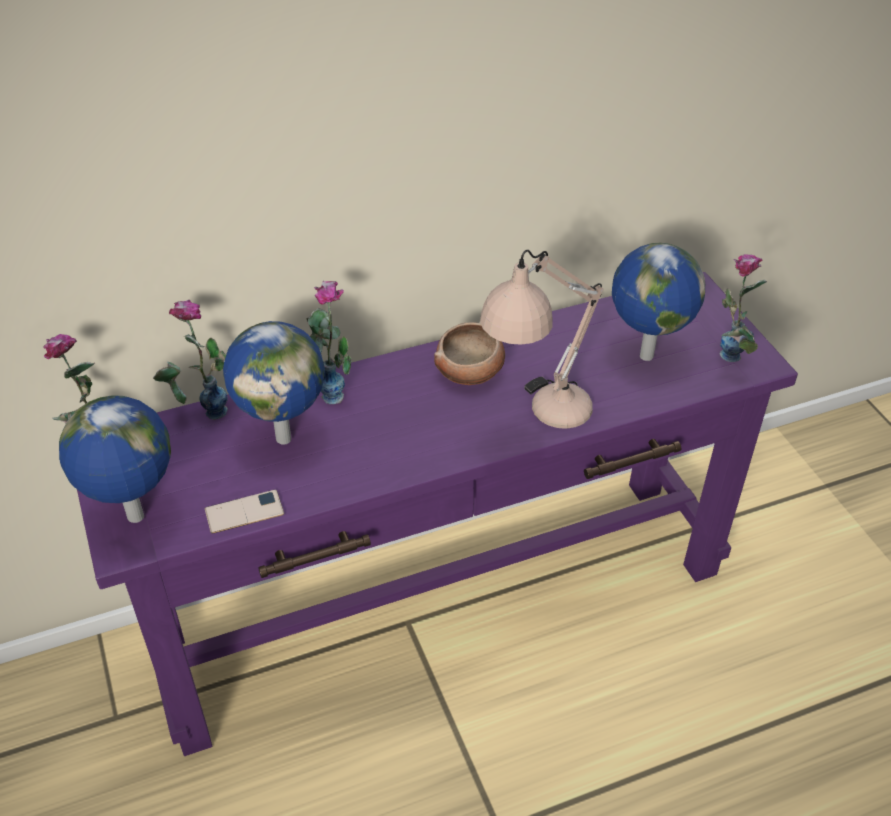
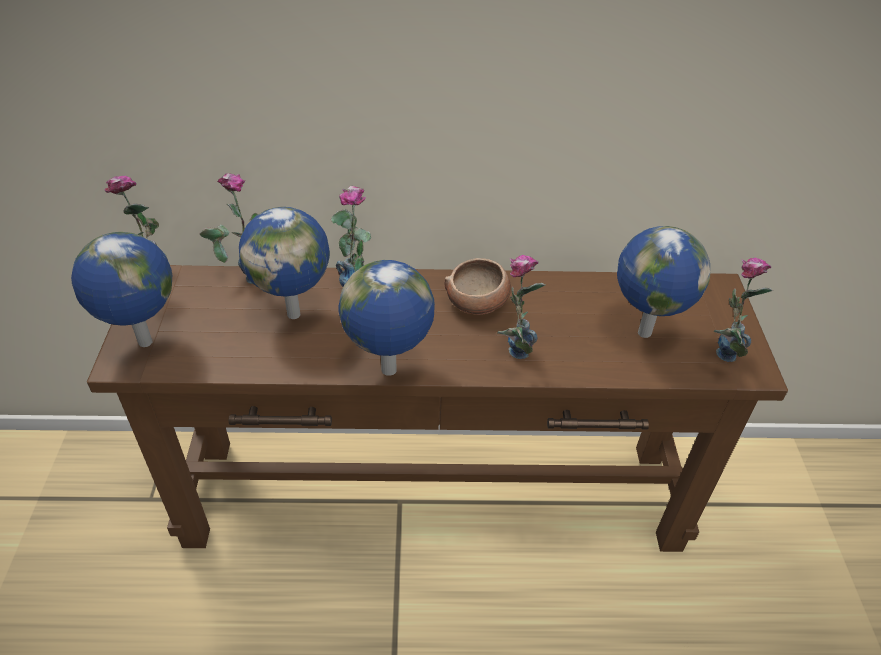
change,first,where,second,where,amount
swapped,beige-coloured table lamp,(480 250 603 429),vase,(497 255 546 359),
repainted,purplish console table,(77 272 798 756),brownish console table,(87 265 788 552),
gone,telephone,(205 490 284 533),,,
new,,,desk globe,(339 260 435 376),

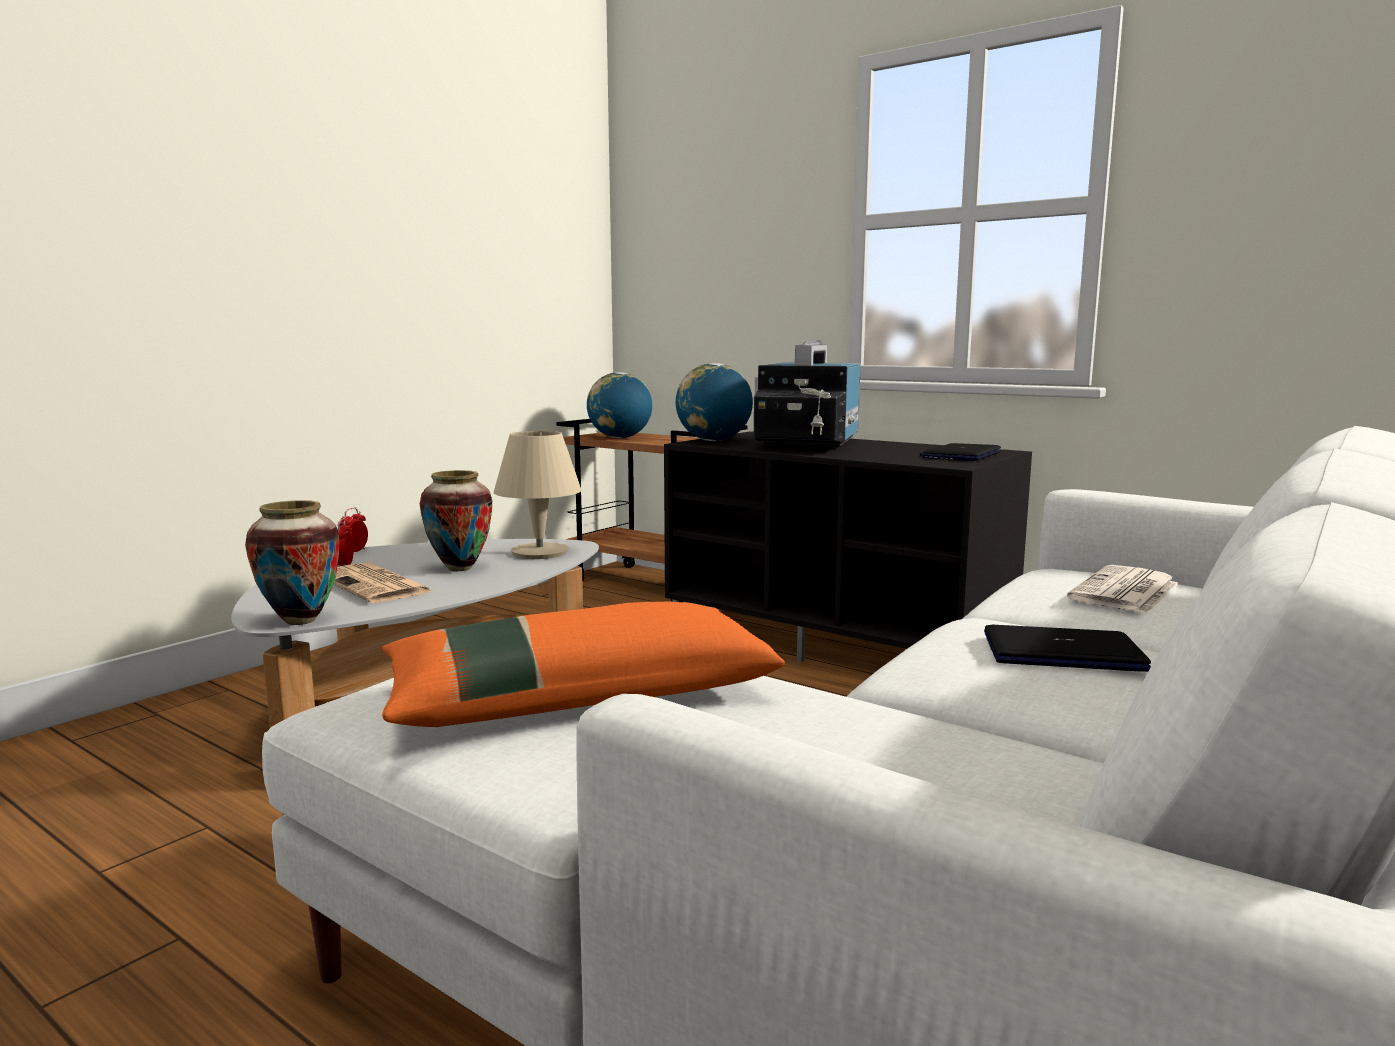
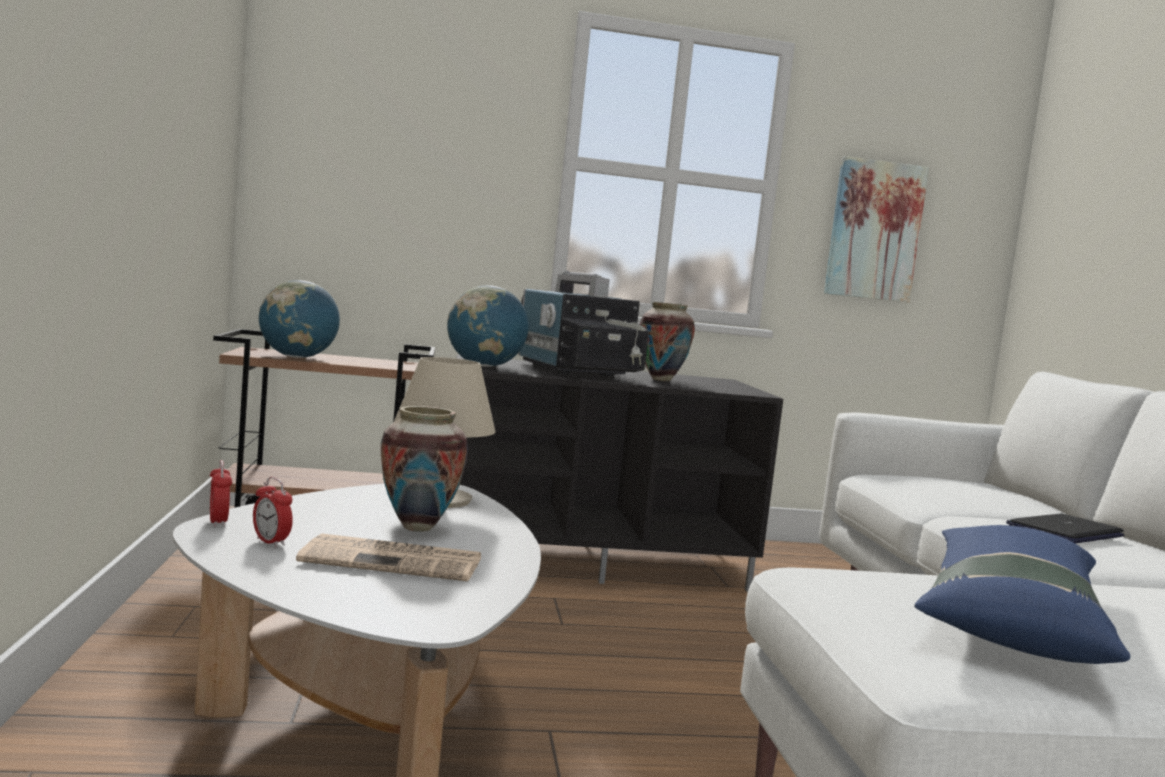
change,first,where,second,where,amount
gone,portable computer,(920 443 1002 461),,,
shifted,vase,(245 500 339 625),,(640 302 695 381),
gone,printed paper,(1067 565 1178 614),,,
repainted,orange pillow,(382 602 785 727),bluish pillow,(914 525 1130 664),
new,,,picture,(824 156 929 303),

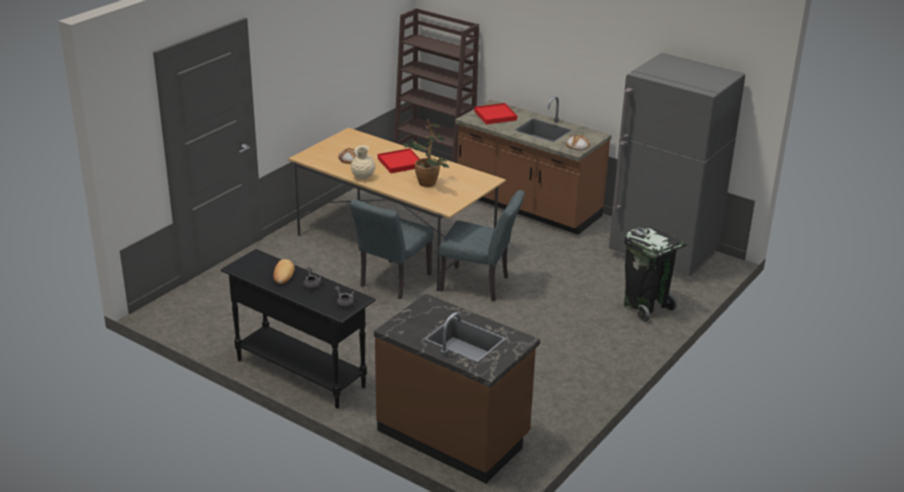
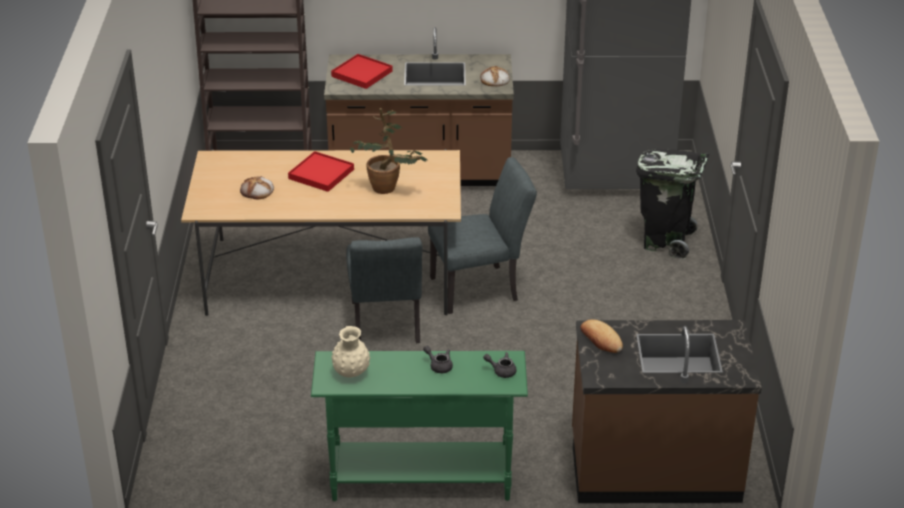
change,first,where,second,where,amount
shifted,beige-coloured vase,(351 145 376 179),,(332 326 370 378),
repainted,blackish console table,(221 249 376 408),green console table,(311 351 528 501),
shifted,bread,(273 259 295 284),,(581 319 623 353),

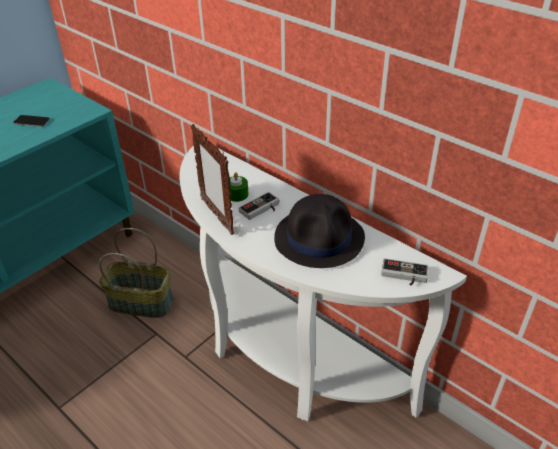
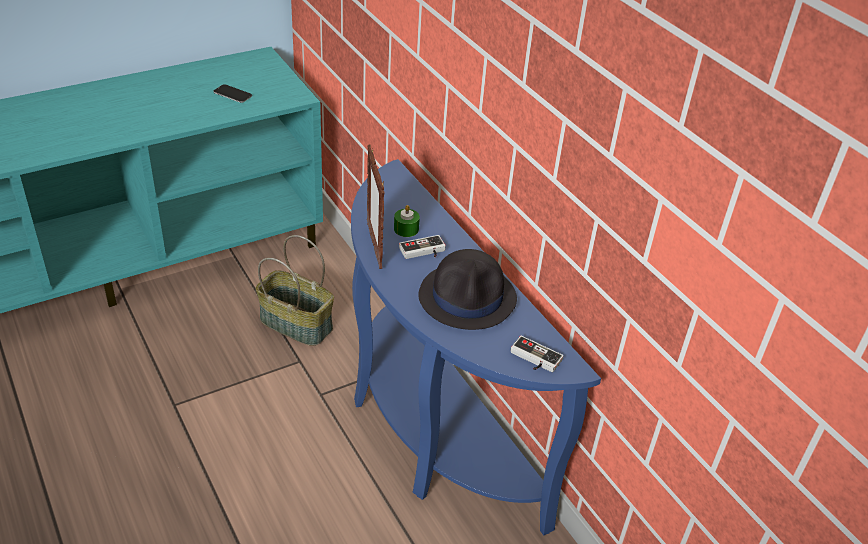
change,first,where,second,where,amount
repainted,whitish console table,(179 146 467 421),bluish console table,(351 159 601 535),

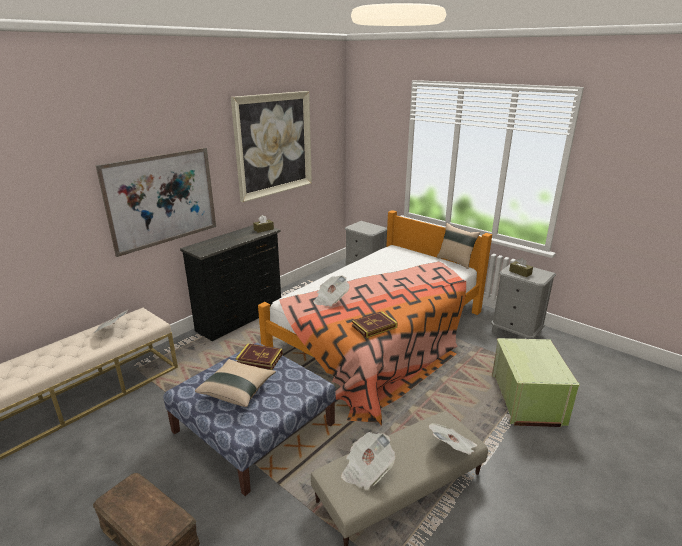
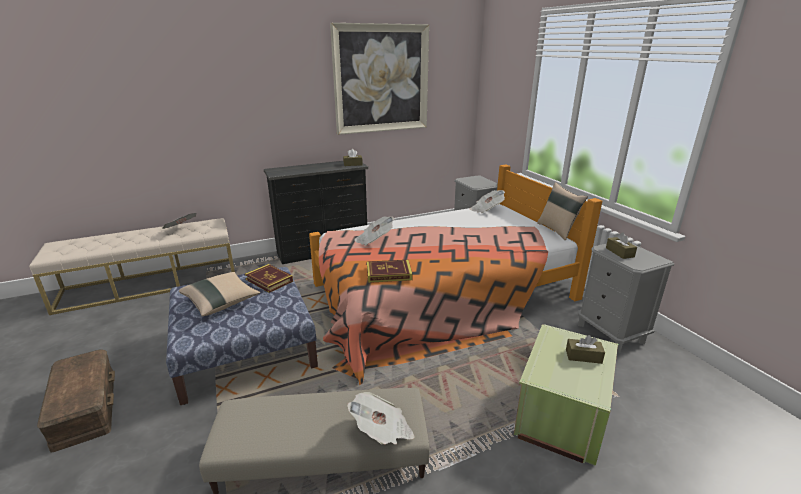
change,first,where,second,where,amount
gone,picture,(95 148 216 257),,,
shifted,printed paper,(341 432 395 490),,(470 190 505 213),
new,,,brownish tissue holder,(566 335 605 364),

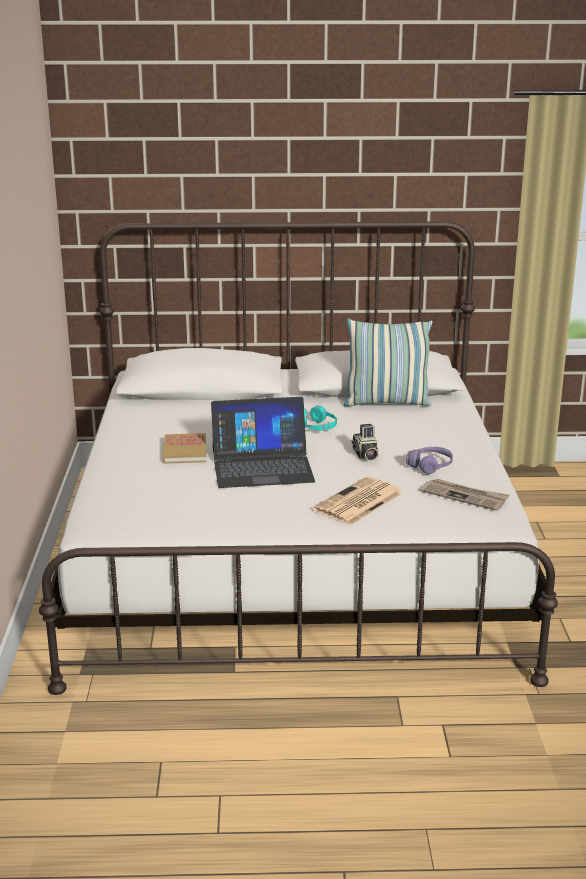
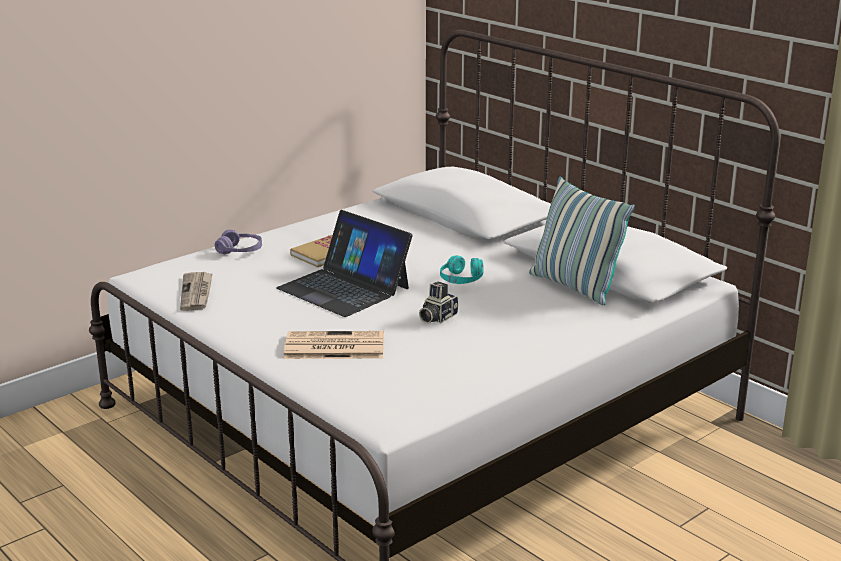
change,first,where,second,where,amount
shifted,purplish headset,(406 447 453 474),,(215 229 262 254),
shifted,printed paper,(421 478 510 511),,(180 272 213 311),

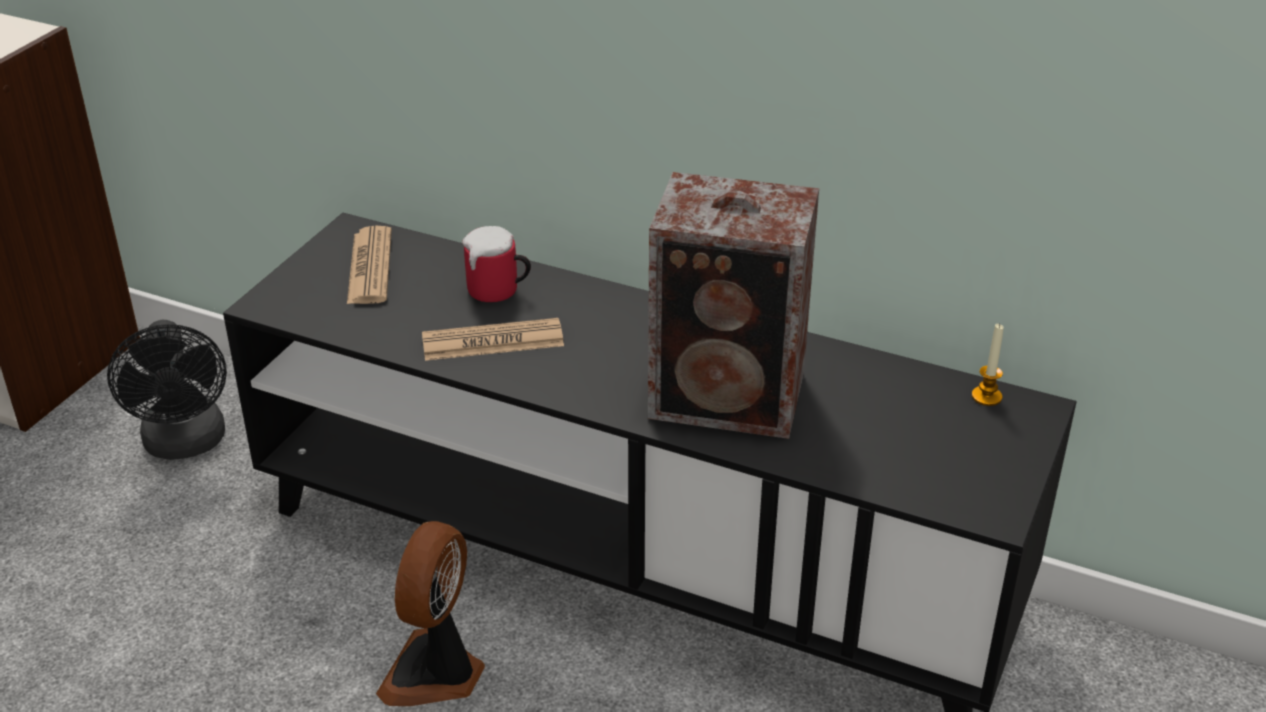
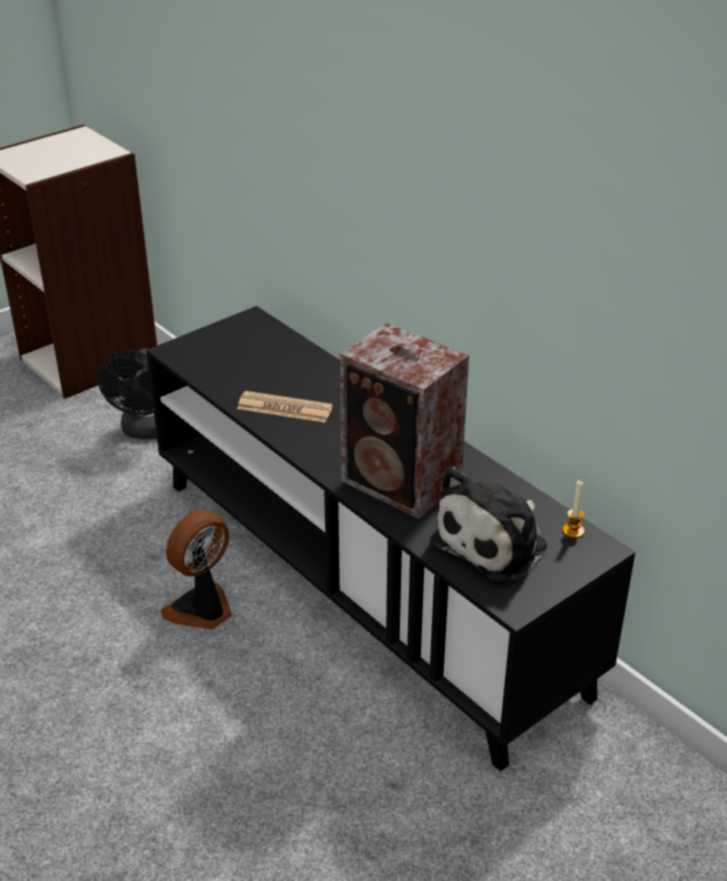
change,first,where,second,where,amount
gone,printed paper,(347 226 392 304),,,
gone,tea mug,(462 226 531 302),,,
new,,,cuddly toy,(430 467 547 581),

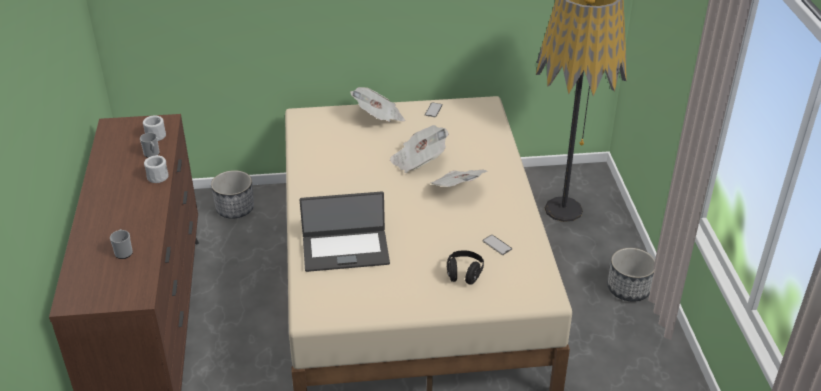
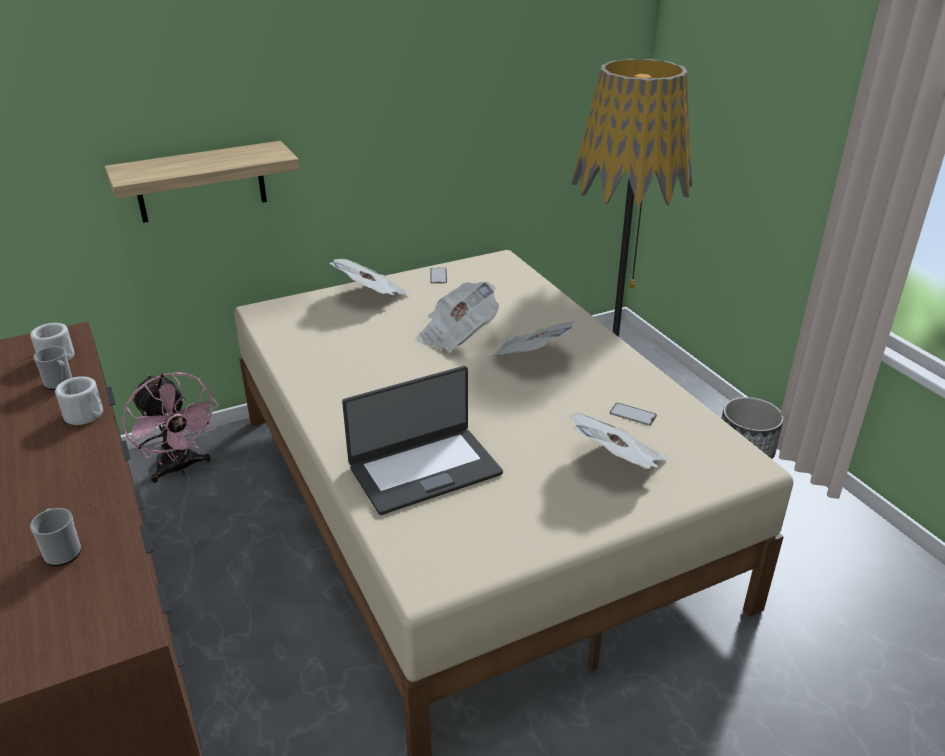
change,first,where,second,where,amount
swapped,plant pot,(211 170 254 219),pink-coloured electric fan,(122 372 219 483),
swapped,blackish headset,(447 250 484 285),printed paper,(569 413 668 469),
new,,,wall shelf,(104 141 300 223),

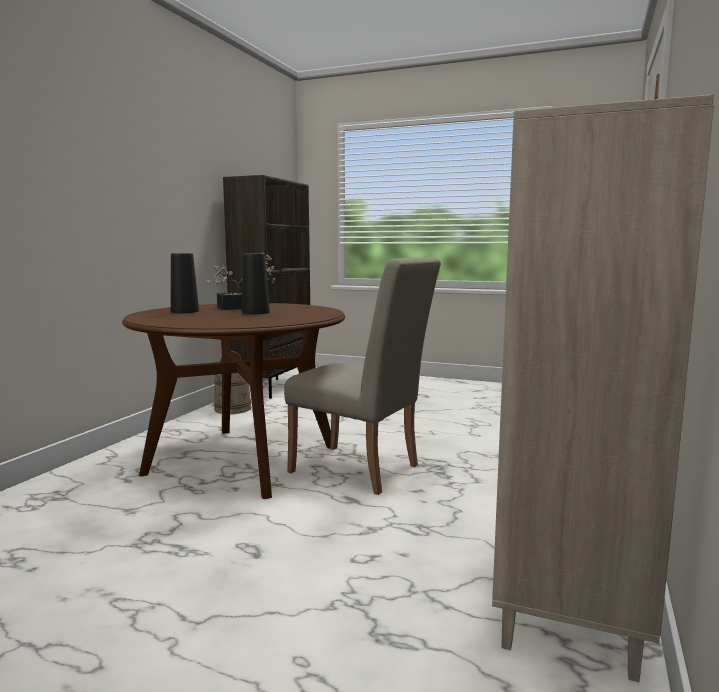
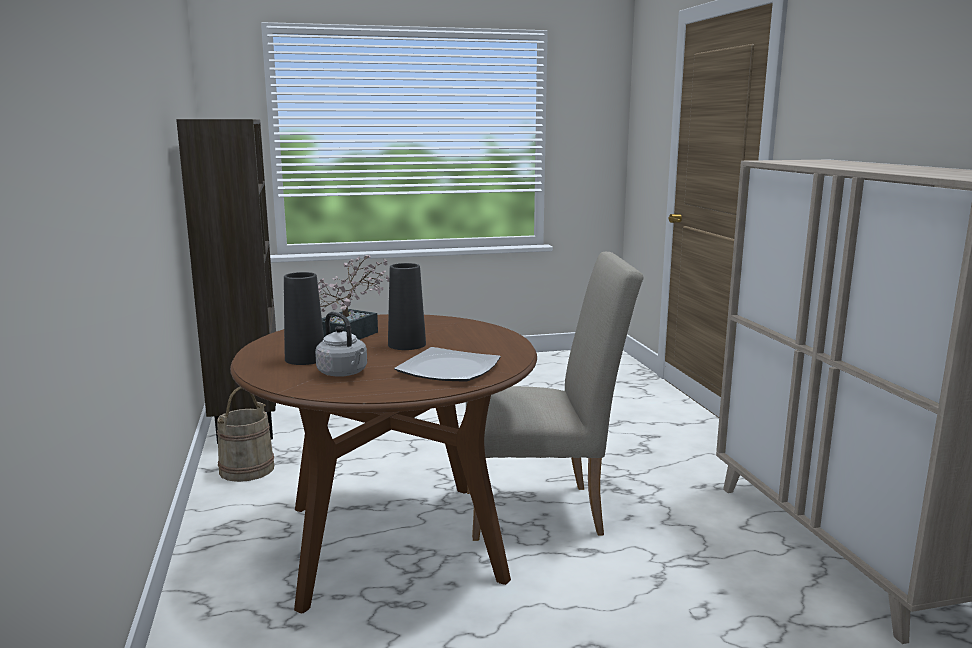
change,first,where,second,where,amount
new,,,gray water kettle,(315 312 367 377),
new,,,dinner plate,(394 347 501 382),

